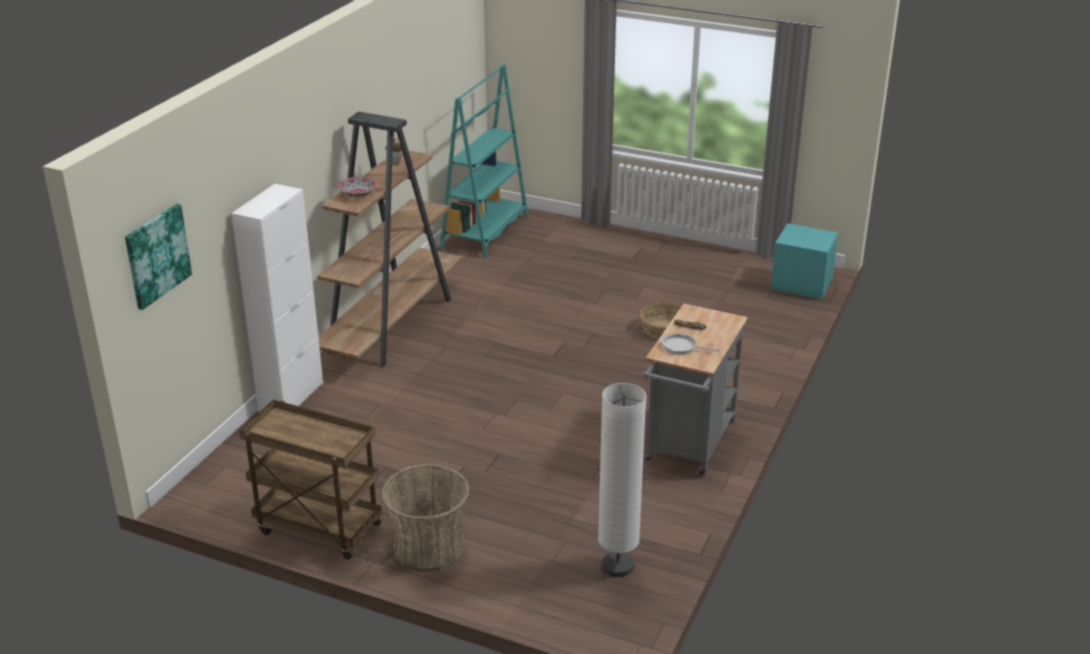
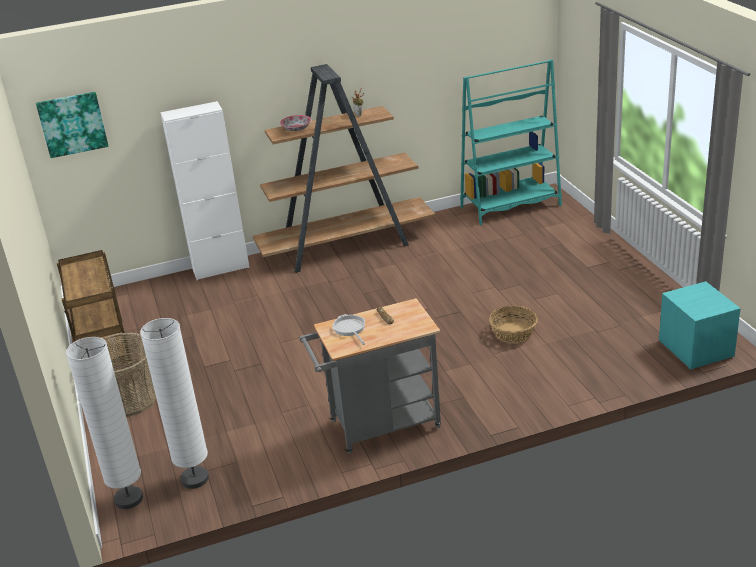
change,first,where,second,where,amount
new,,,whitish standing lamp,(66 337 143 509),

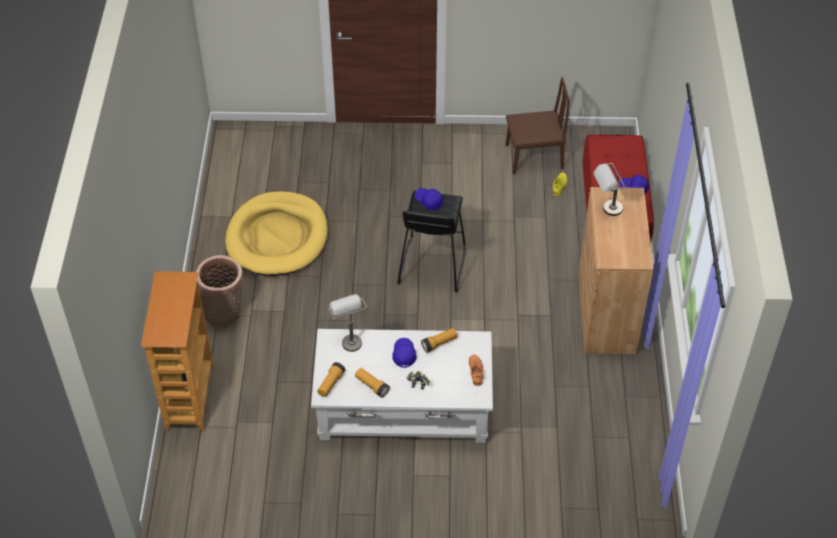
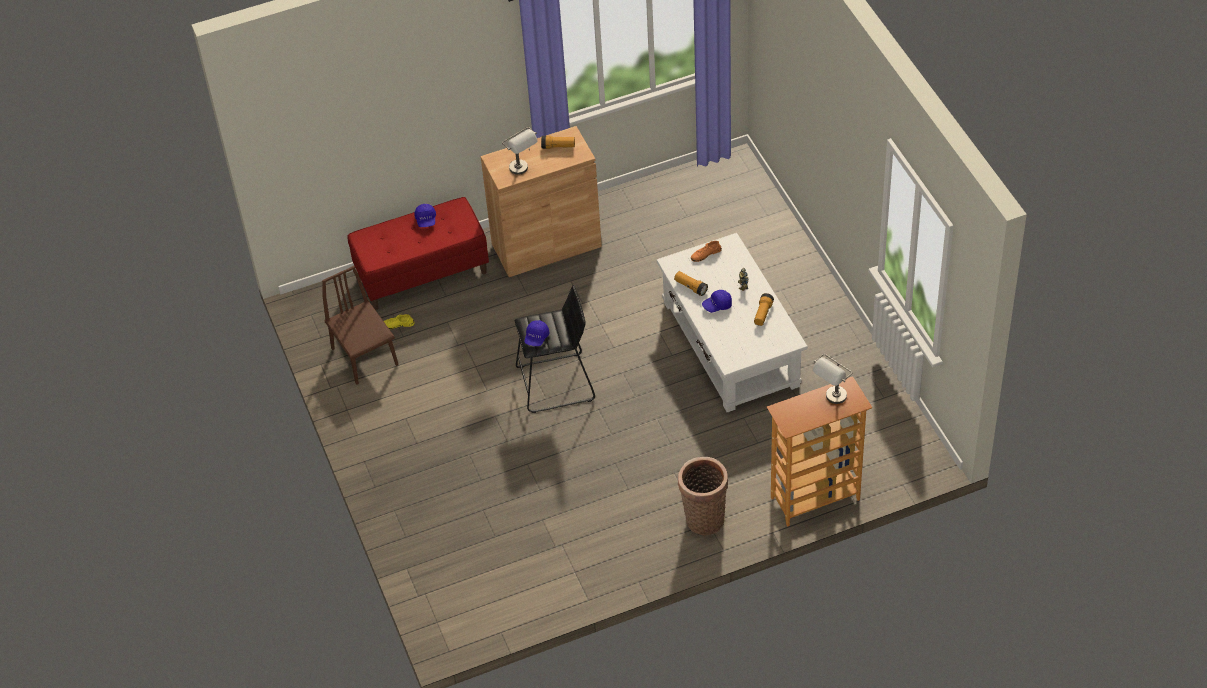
change,first,where,second,where,amount
gone,yellow-coloured dog cushion,(225 191 328 276),,,
shifted,gray table lamp,(327 294 367 352),,(813 354 852 404),
shifted,flashlight,(318 362 345 397),,(541 136 575 149),

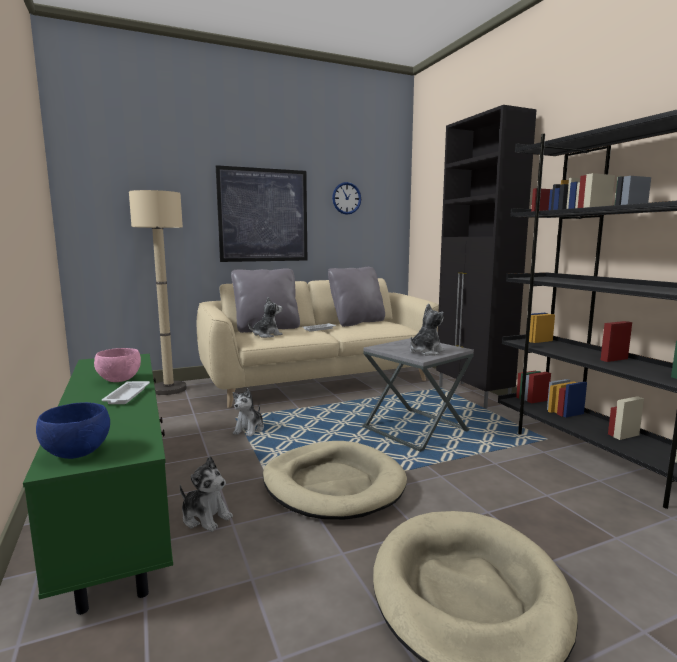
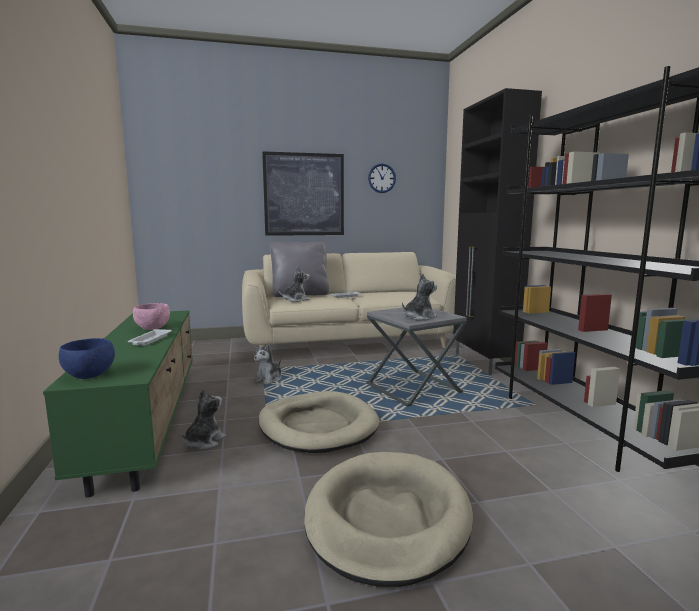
change,first,where,second,where,amount
gone,beige-coloured standing lamp,(129 190 187 395),,,
gone,gray pillow,(328 267 385 327),,,
rotated,cuddly toy,(180 456 233 532),,(182 388 226 450),105 degrees counterclockwise

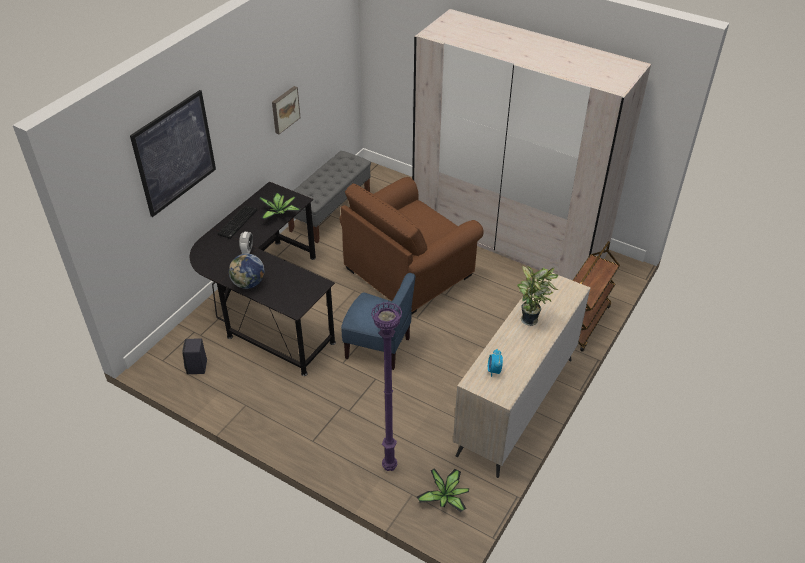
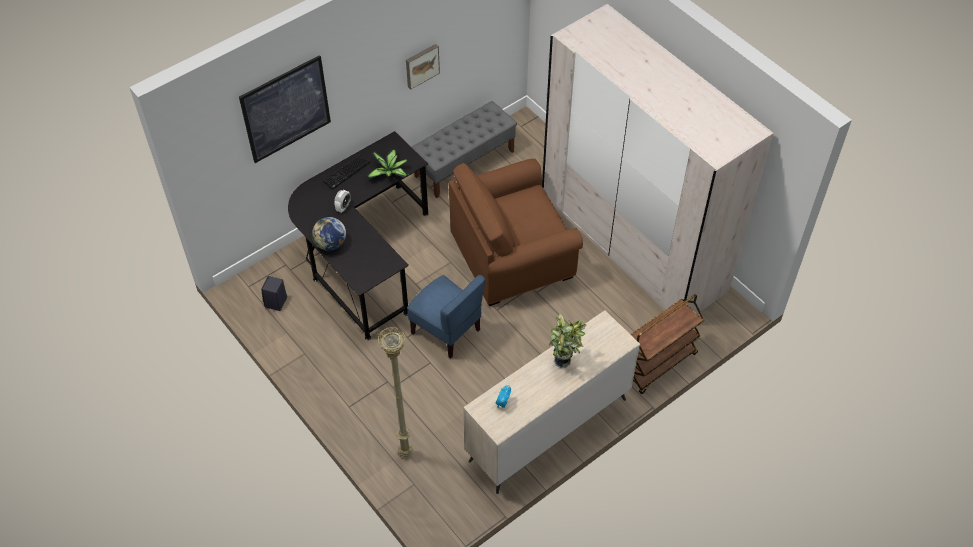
change,first,where,second,where,amount
repainted,purplish standing lamp,(371 301 402 471),beige-coloured standing lamp,(378 327 412 457),
gone,potted plant,(417 468 469 512),,,

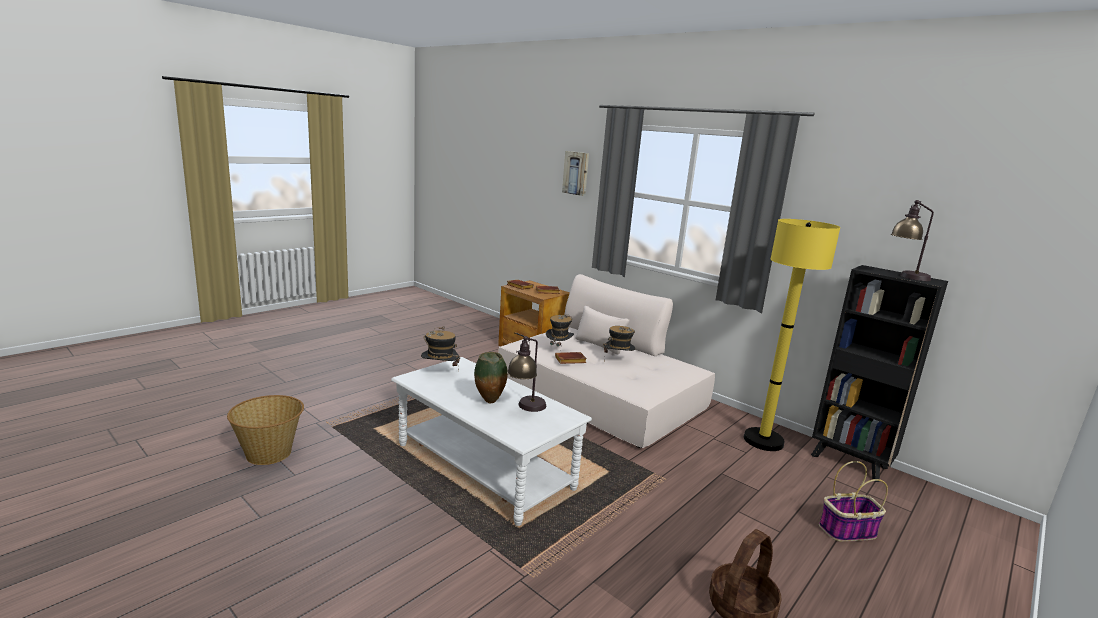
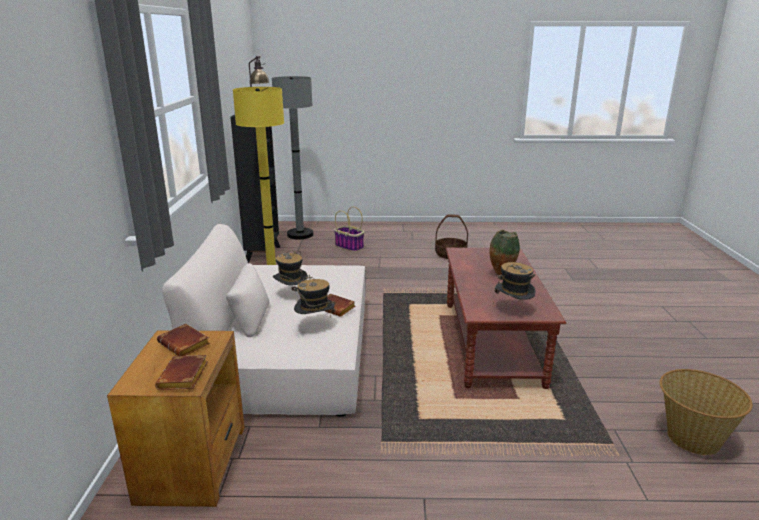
change,first,where,second,where,amount
gone,picture,(562 151 589 196),,,
gone,table lamp,(507 336 546 412),,,
repainted,whitish lounge table,(391 357 592 526),brownish lounge table,(446 248 566 389),
new,,,gray standing lamp,(272 76 314 239),

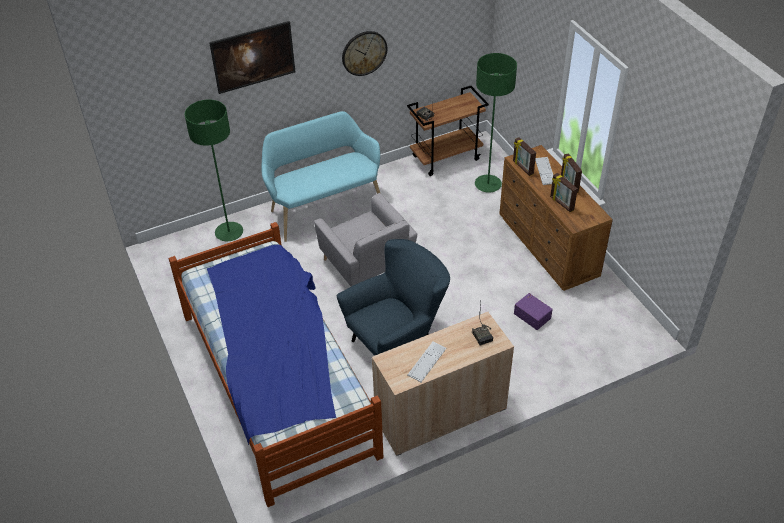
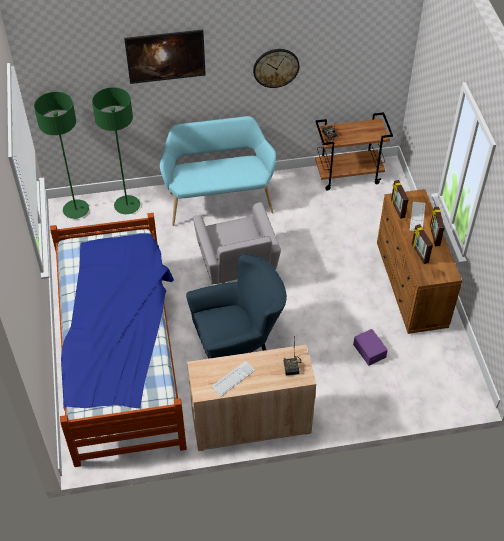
change,first,where,second,where,amount
shifted,green standing lamp,(475 53 517 192),,(34 92 89 219),

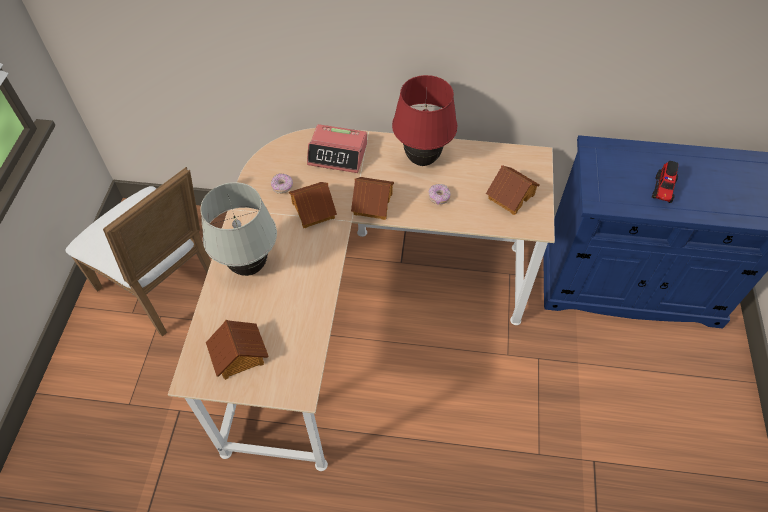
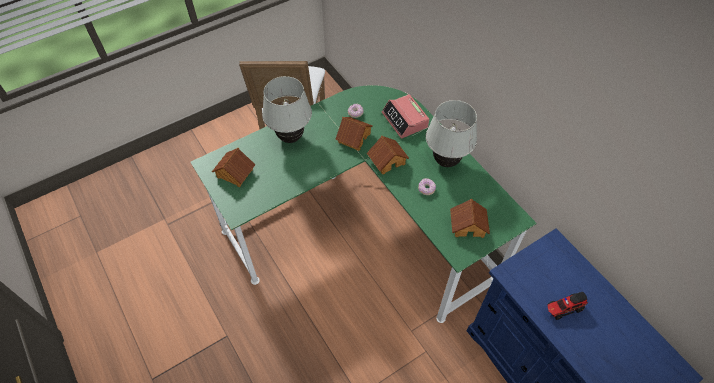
change,first,where,second,where,amount
repainted,red-coloured table lamp,(392 75 457 166),whitish table lamp,(426 100 477 167),
repainted,beige-coloured desk unit,(168 128 555 471),green desk unit,(190 85 536 323),

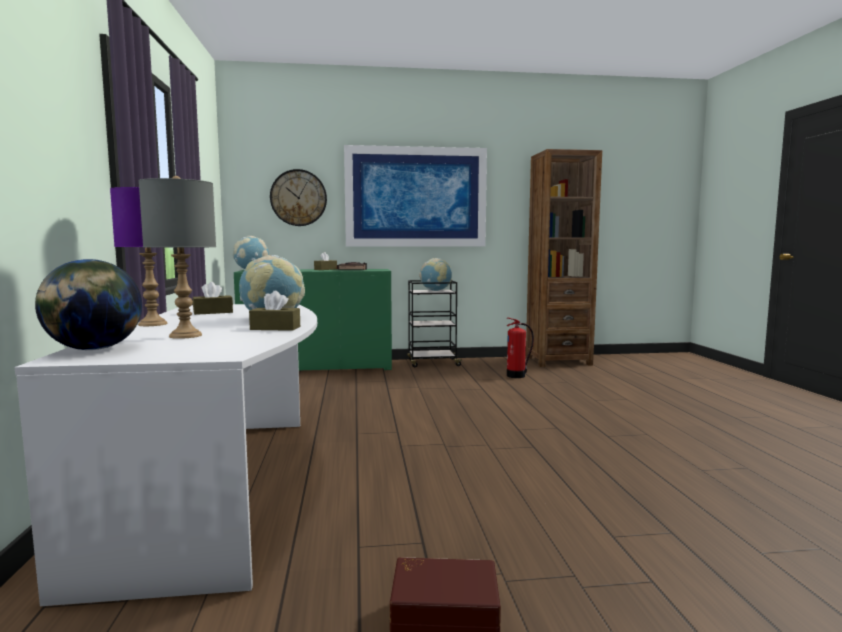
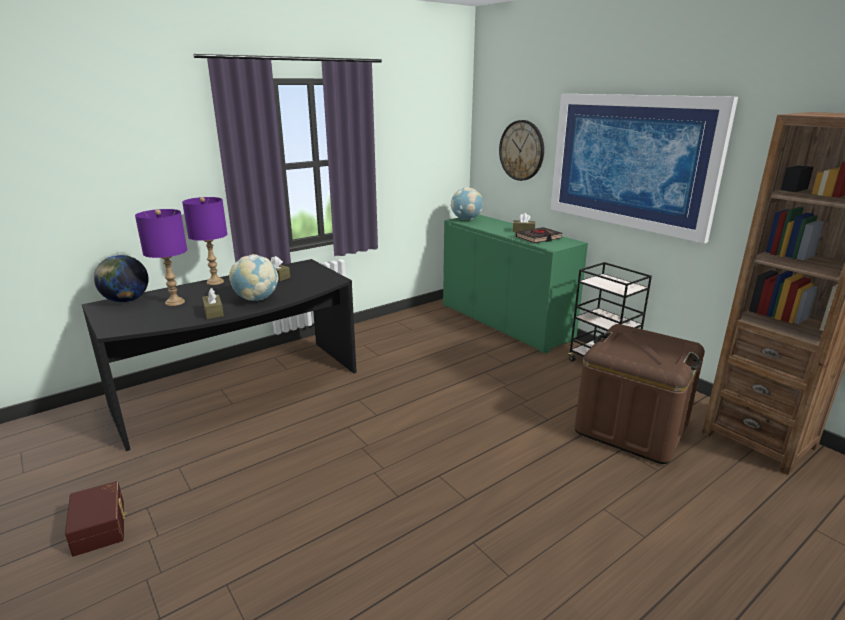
change,first,where,second,where,amount
repainted,gray table lamp,(139 176 216 339),purplish table lamp,(135 209 187 306),
gone,desk globe,(419 258 452 291),,,
repainted,whitish desk unit,(15 304 317 606),blackish desk unit,(82 259 357 451),
swapped,fire extinguisher,(507 317 534 378),brownish storage bin,(575 324 705 464),

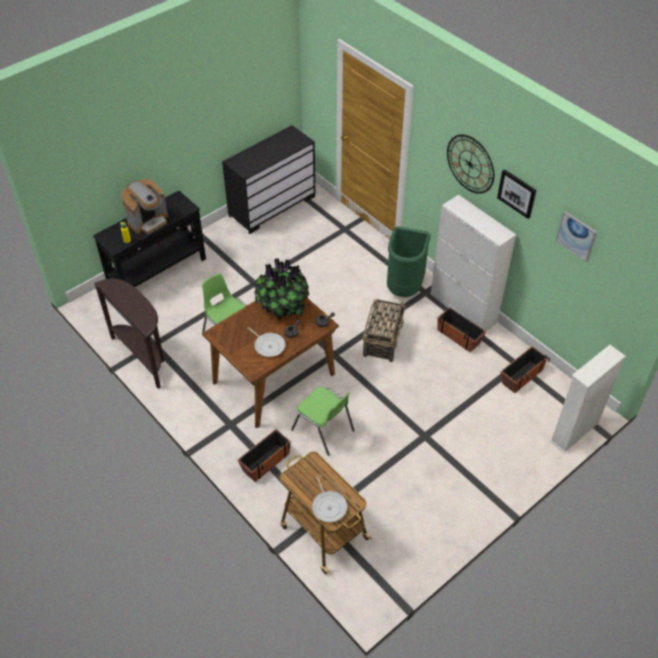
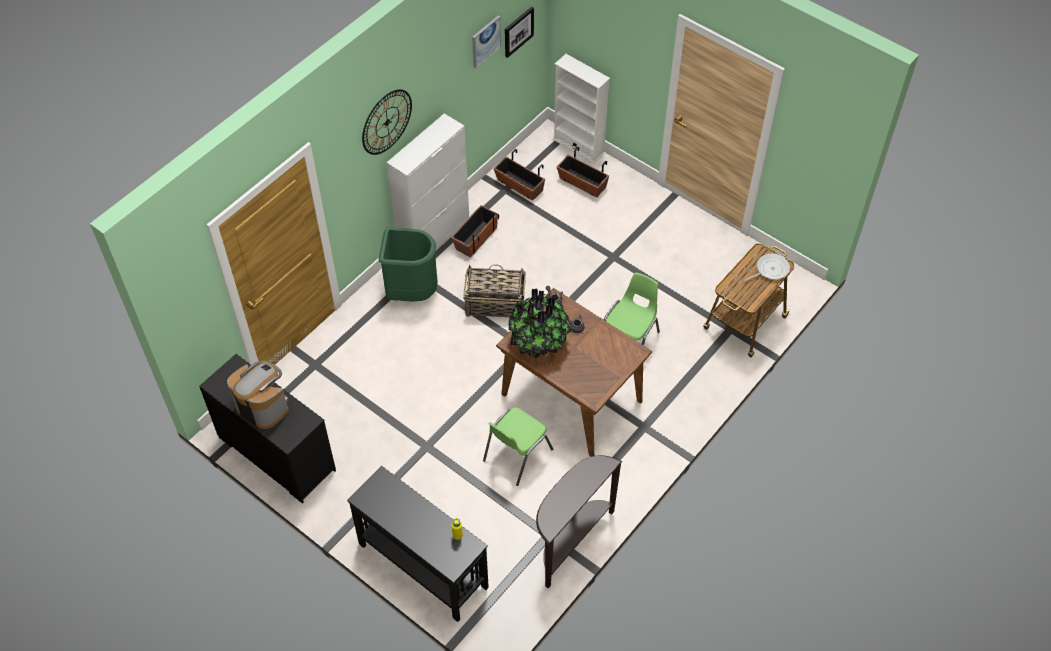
change,first,where,second,where,amount
shifted,picture,(497 169 536 219),,(505 7 534 58),
shifted,coffee brewer,(121 179 168 234),,(227 361 289 429),
gone,frying pan,(248 327 285 357),,,
shifted,plant pot,(238 429 291 482),,(557 147 609 197),

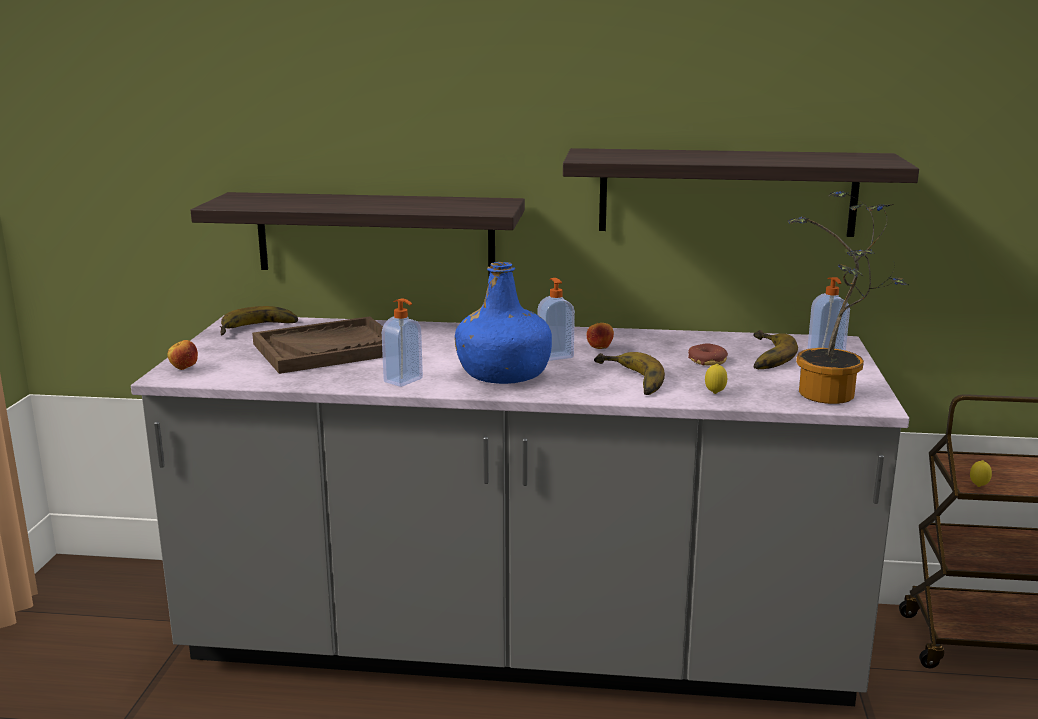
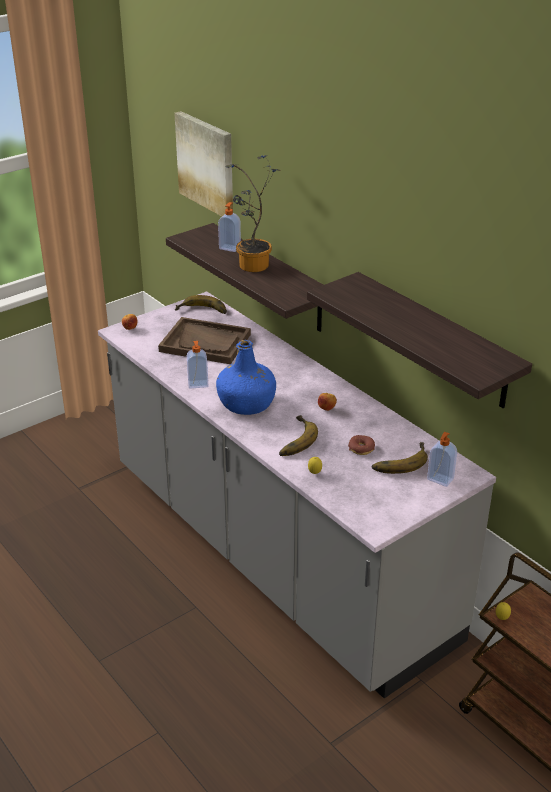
change,first,where,second,where,amount
shifted,potted plant,(788 191 908 404),,(225 155 280 272),
shifted,liquid soap bottle,(537 278 575 361),,(218 202 241 252),
new,,,picture,(174 111 233 216),

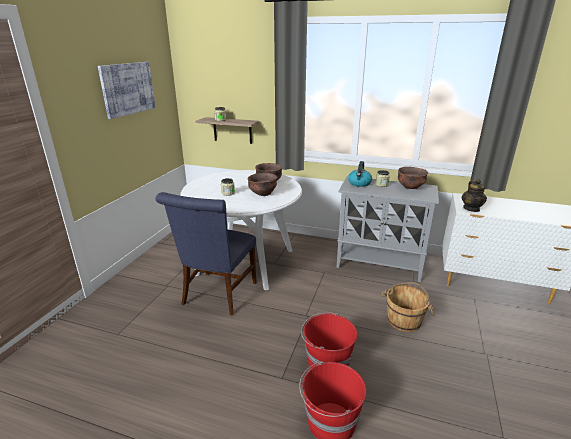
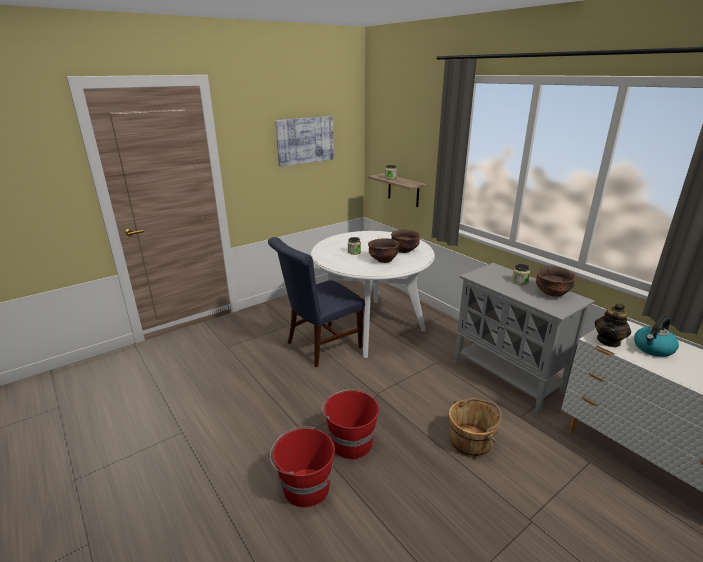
change,first,where,second,where,amount
shifted,water kettle,(348 161 372 187),,(634 316 679 357),

